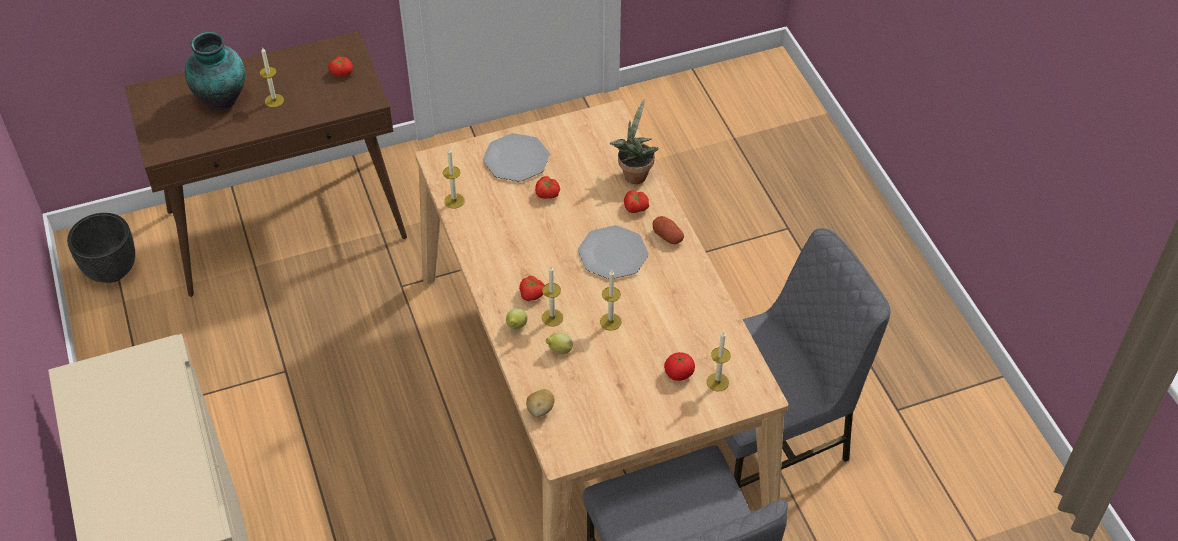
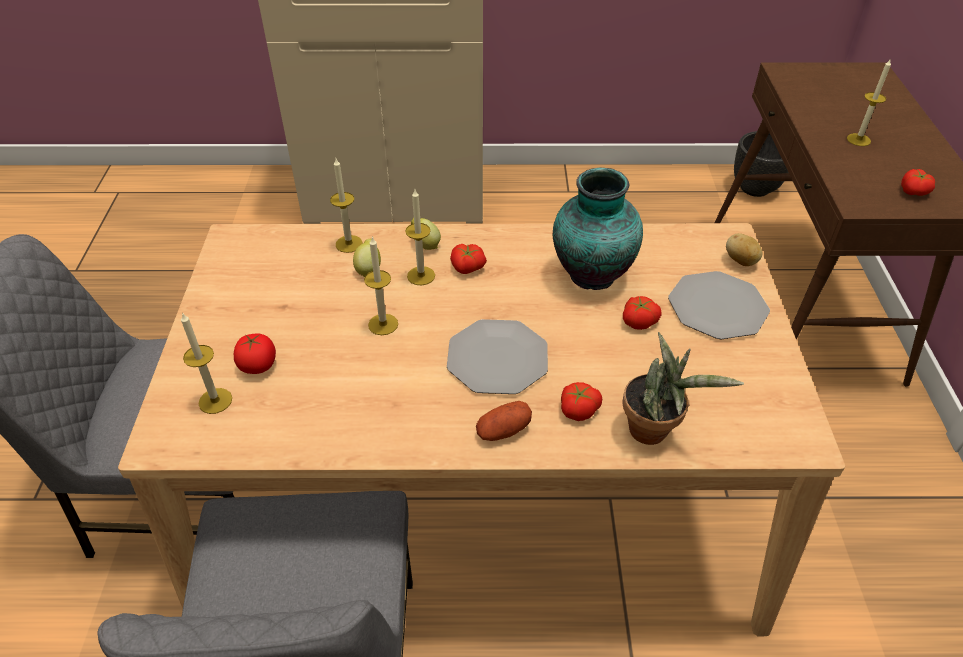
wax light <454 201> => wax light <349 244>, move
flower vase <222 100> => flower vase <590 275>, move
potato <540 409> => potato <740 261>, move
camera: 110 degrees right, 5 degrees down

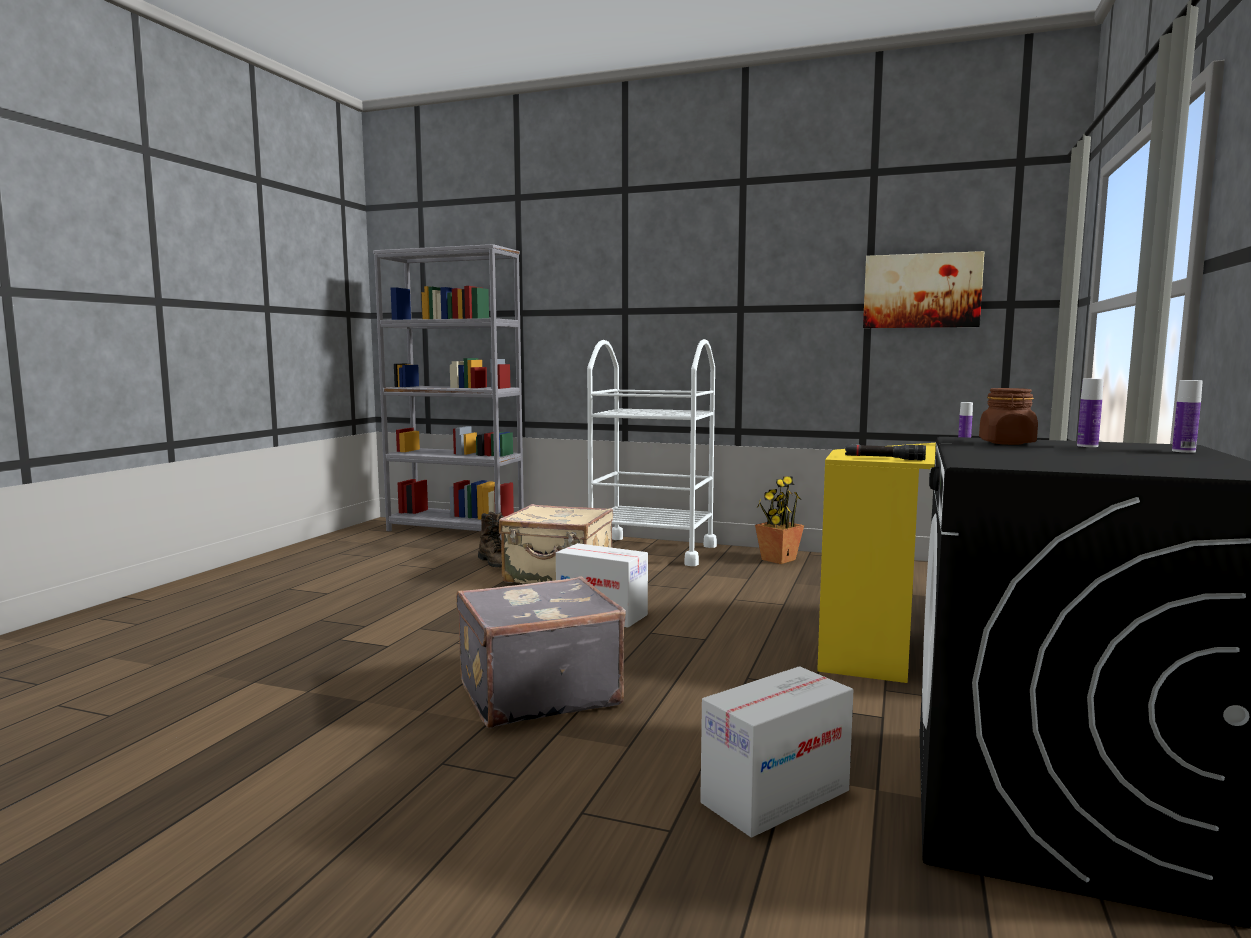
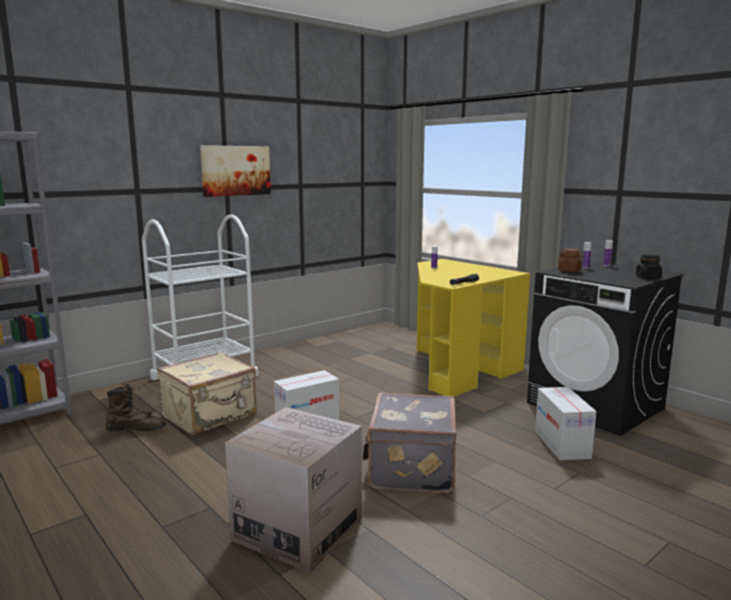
wall picture <921 291> => wall picture <235 170>, move
nothing => carton <298 529>
nothing => blackish preserve jar <648 277>
potted plant <778 559> => nothing
camera: 60 degrees left, 5 degrees up

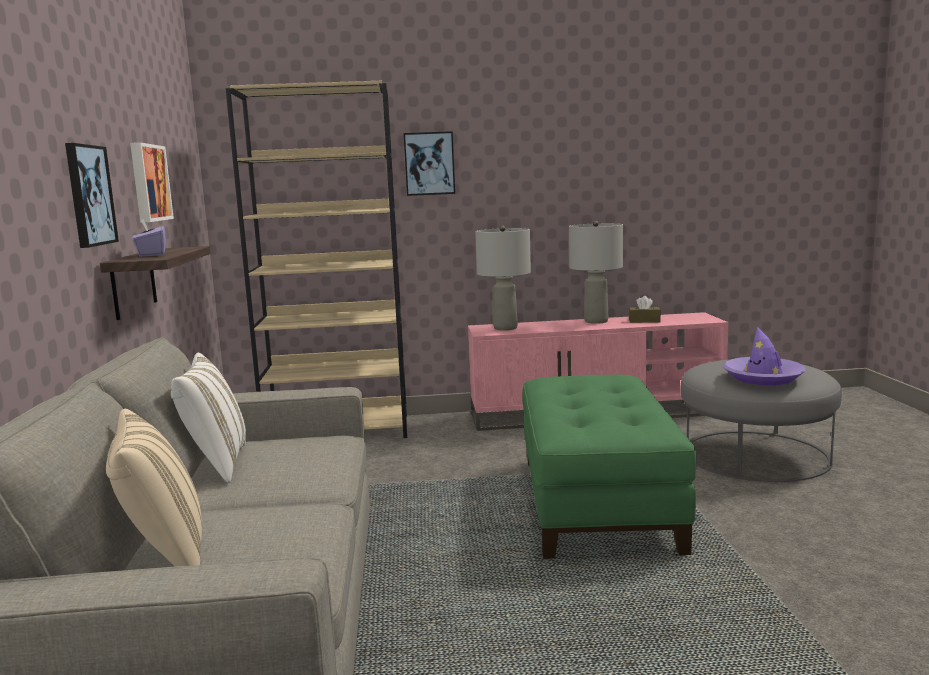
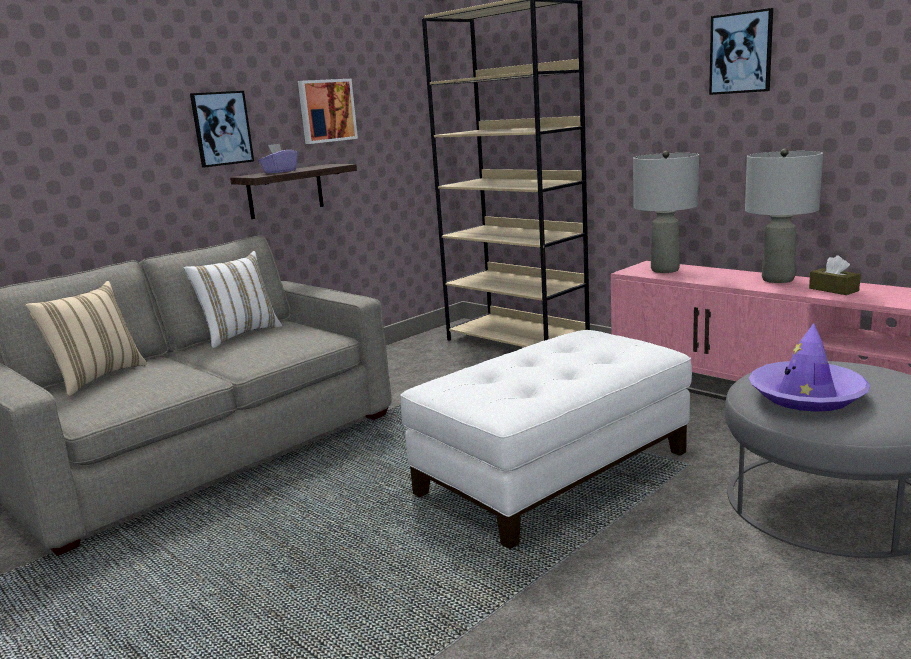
green ottoman <598 502> => white ottoman <554 473>
wall picture <429 163> => wall picture <741 53>, move
camera: 50 degrees right, 5 degrees up

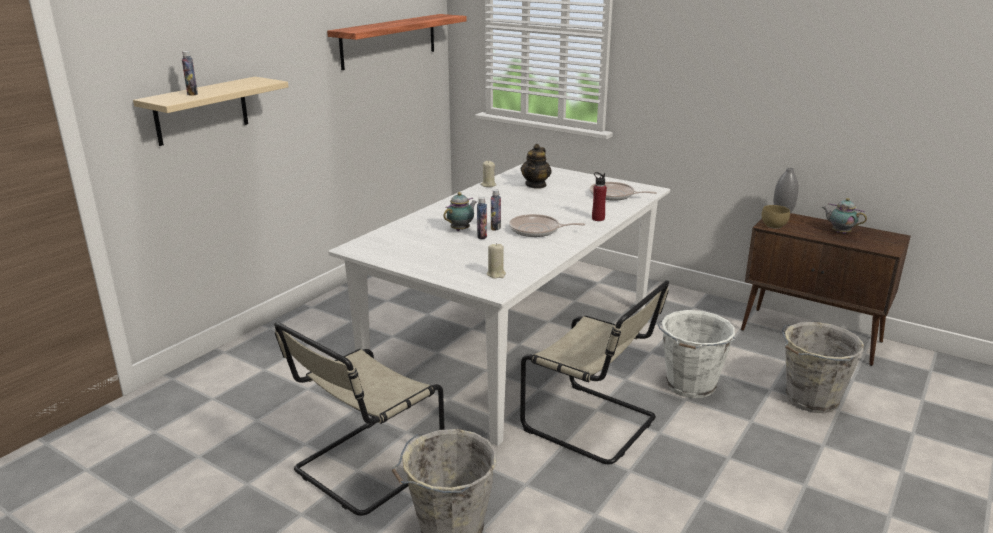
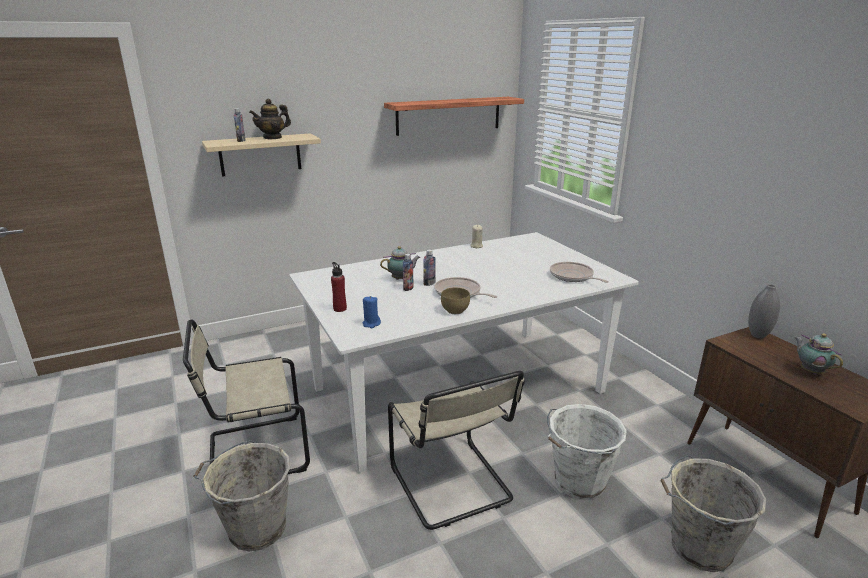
pot for tea <536 185> => pot for tea <272 137>, move
reddish bottle <598 219> => reddish bottle <340 309>, move
sand-coloured wax light <496 274> => blue wax light <371 324>
brown-coloured deep dish <772 226> => brown-coloured deep dish <454 310>, move
camera: 30 degrees right, 0 degrees up

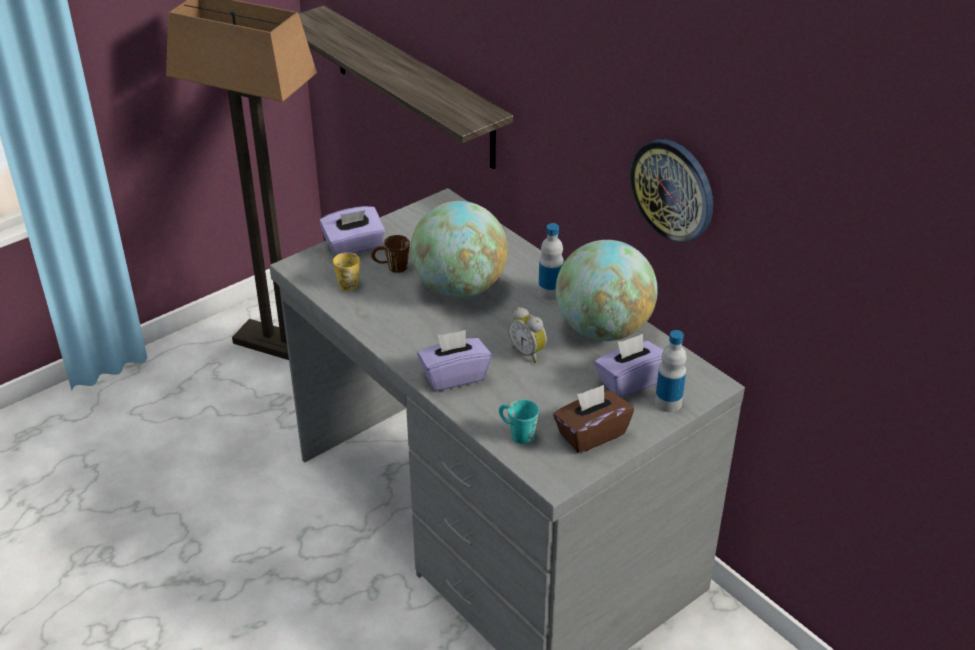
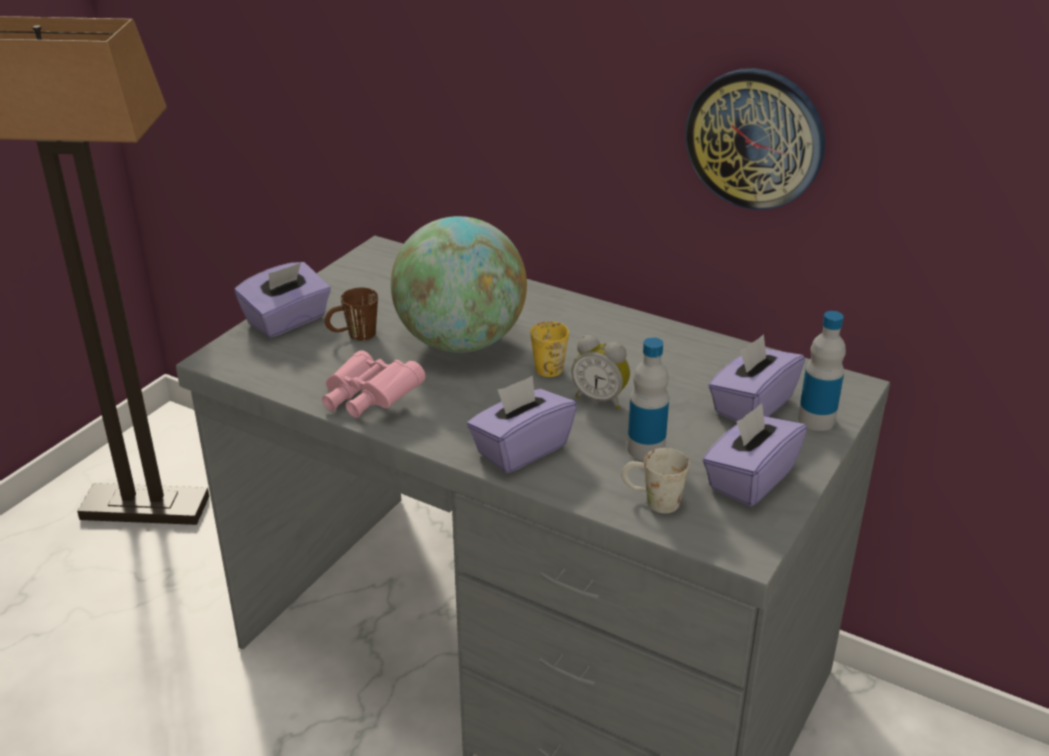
nothing => pinkish binoculars <368 401>
yellow tea mug <350 281> => yellow tea mug <547 364>, move
turquoise-coloured tea mug <516 433> => white tea mug <652 501>
bottle <550 292> => bottle <646 449>, move
brown-coloured tissue box <591 434> => purple tissue box <749 479>
wall shelf <412 87> => nothing
world globe <603 330> => nothing
camera: 20 degrees left, 5 degrees down

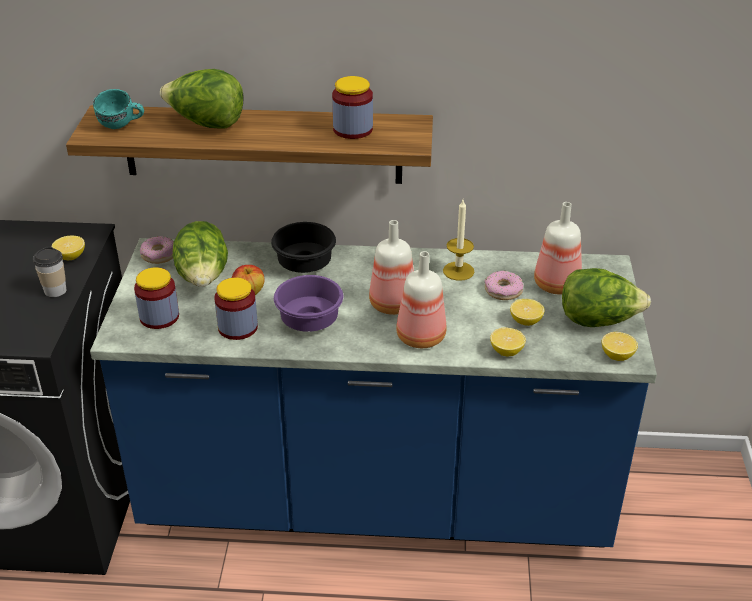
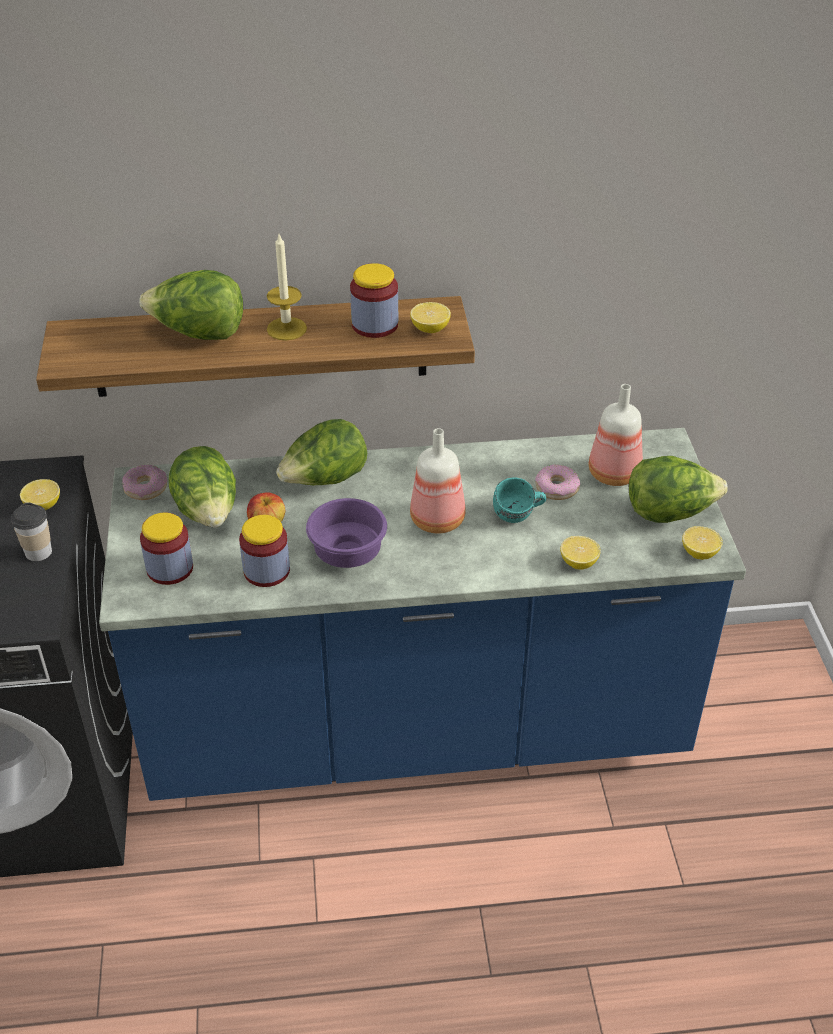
wax light <458 271> => wax light <286 329>, move
blackish deep dish <307 264> => head of lettuce <325 480>
citrus fruit <525 321> => citrus fruit <430 329>, move
turquoise-coloured tea mug <121 126> => turquoise-coloured tea mug <519 516>, move
bottle <419 337> => nothing
camera: 10 degrees left, 5 degrees up

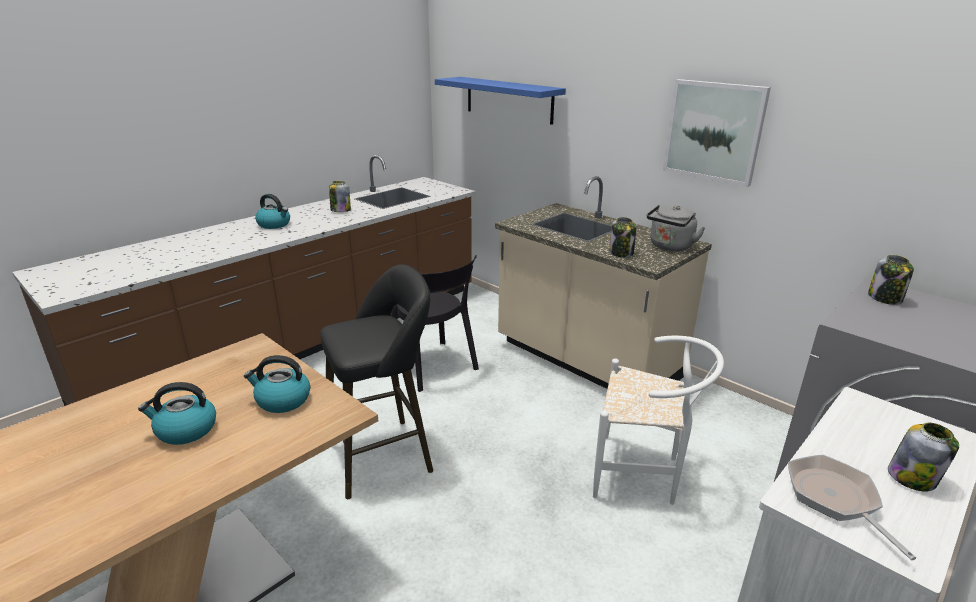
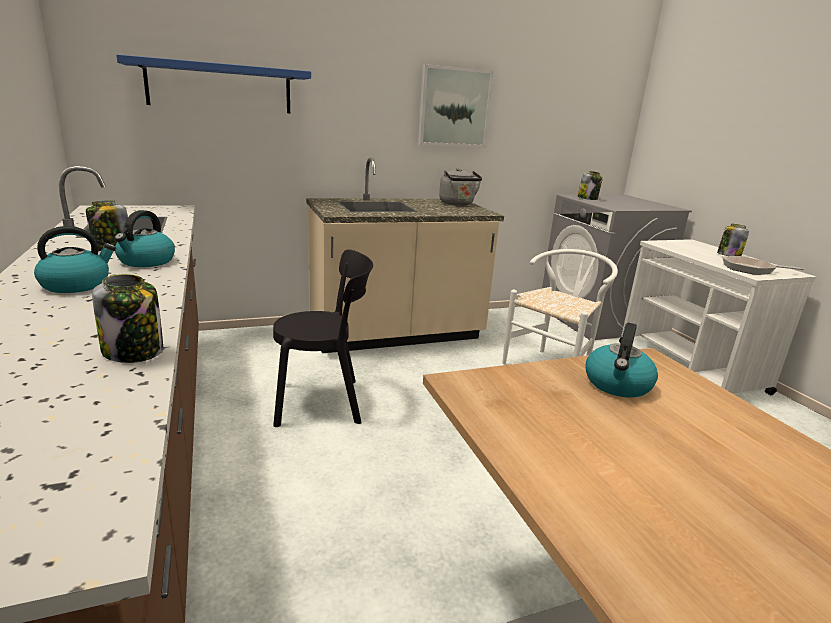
preserve jar <621 253> => preserve jar <134 351>, move
water kettle <185 430> => water kettle <146 261>, move
blackish stool <384 455> => nothing
camera: 65 degrees left, 5 degrees down

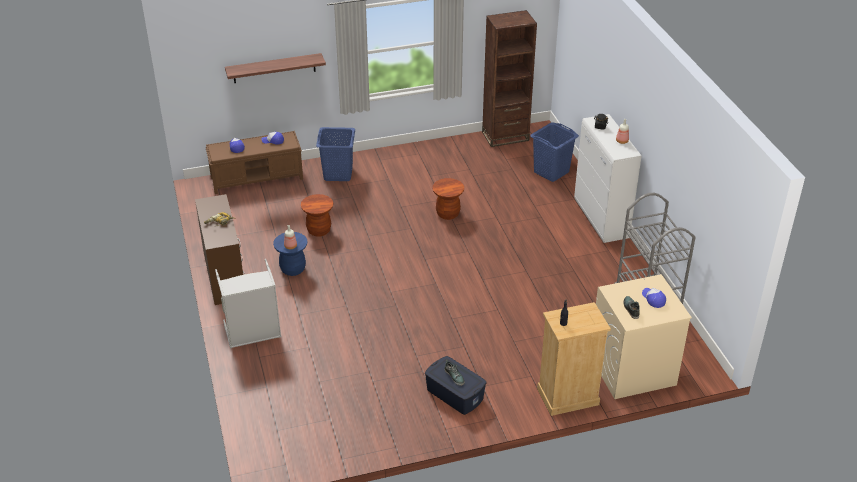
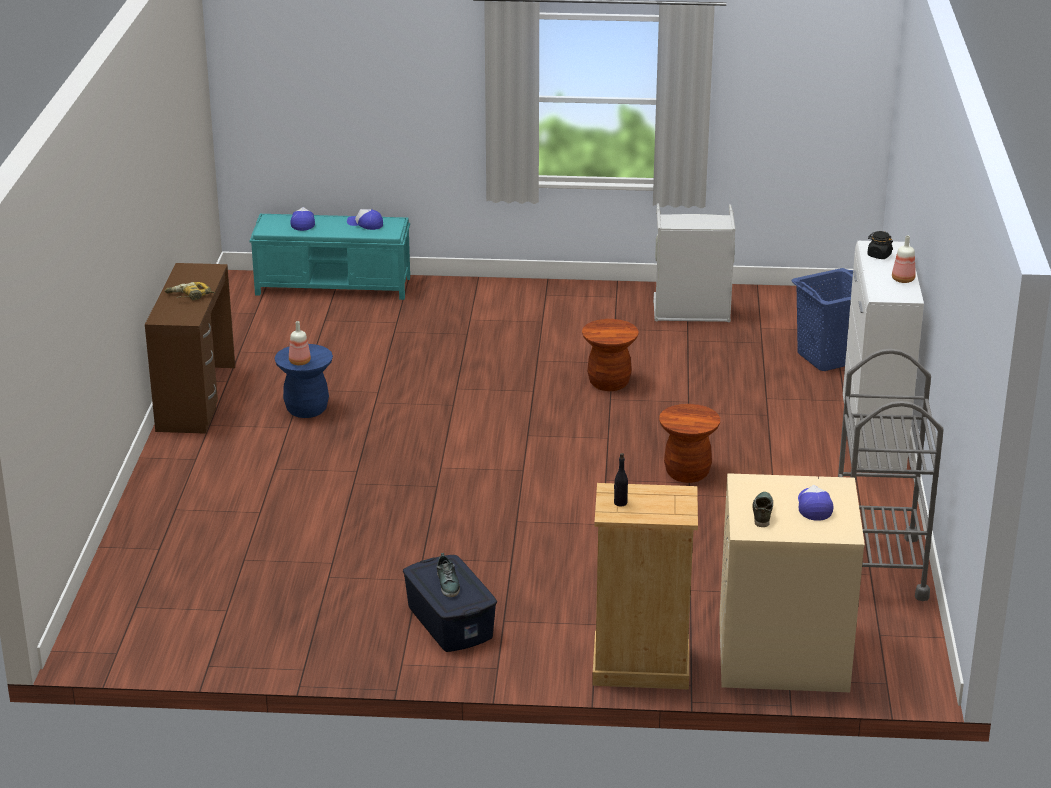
brown-coloured long seat <257 178> => turquoise-coloured long seat <334 286>
greyish washing basket <253 333> => greyish washing basket <691 313>, move
brown-coloured stool <319 230> => brown-coloured stool <687 473>, move
wall shelf <274 68> => nothing
blue washing basket <338 173> => nothing
brown-coloured shelving unit <505 136> => nothing
camera: 20 degrees right, 10 degrees down

